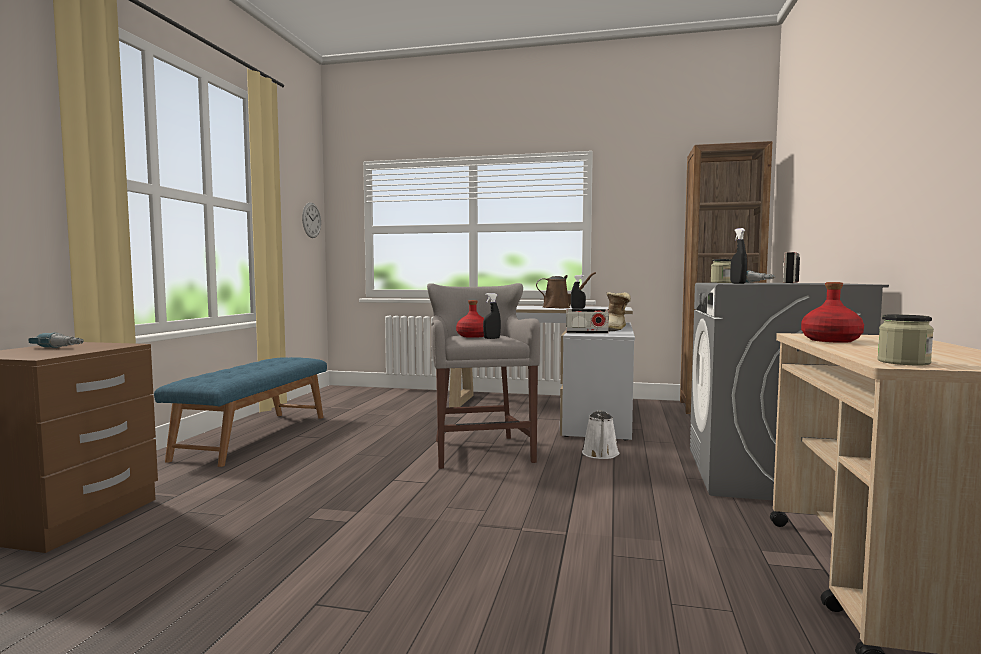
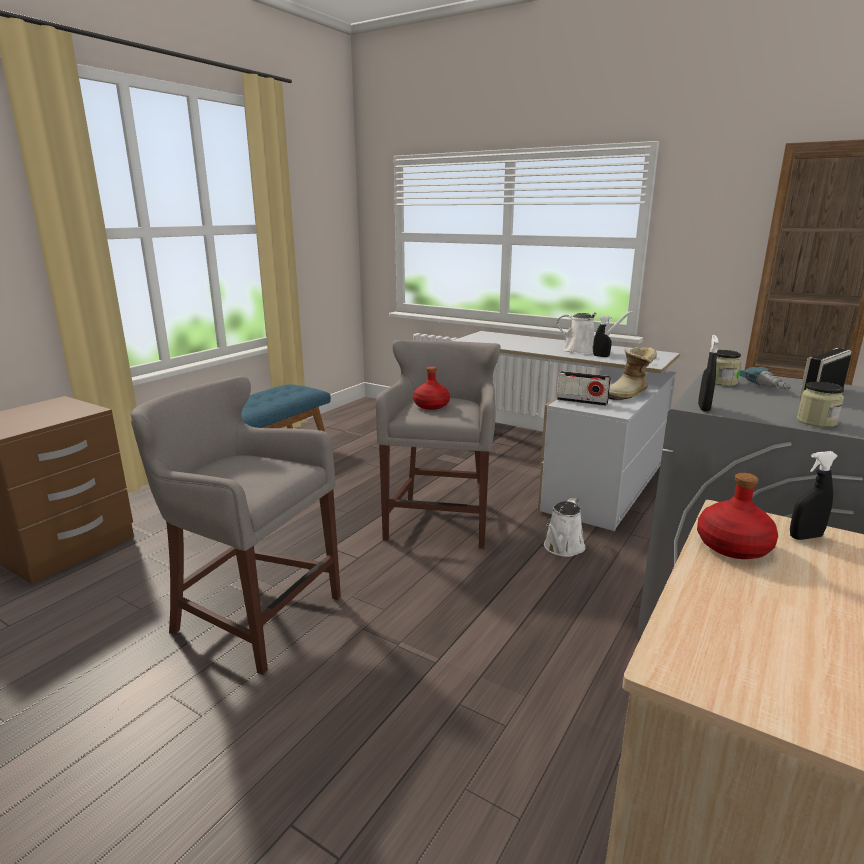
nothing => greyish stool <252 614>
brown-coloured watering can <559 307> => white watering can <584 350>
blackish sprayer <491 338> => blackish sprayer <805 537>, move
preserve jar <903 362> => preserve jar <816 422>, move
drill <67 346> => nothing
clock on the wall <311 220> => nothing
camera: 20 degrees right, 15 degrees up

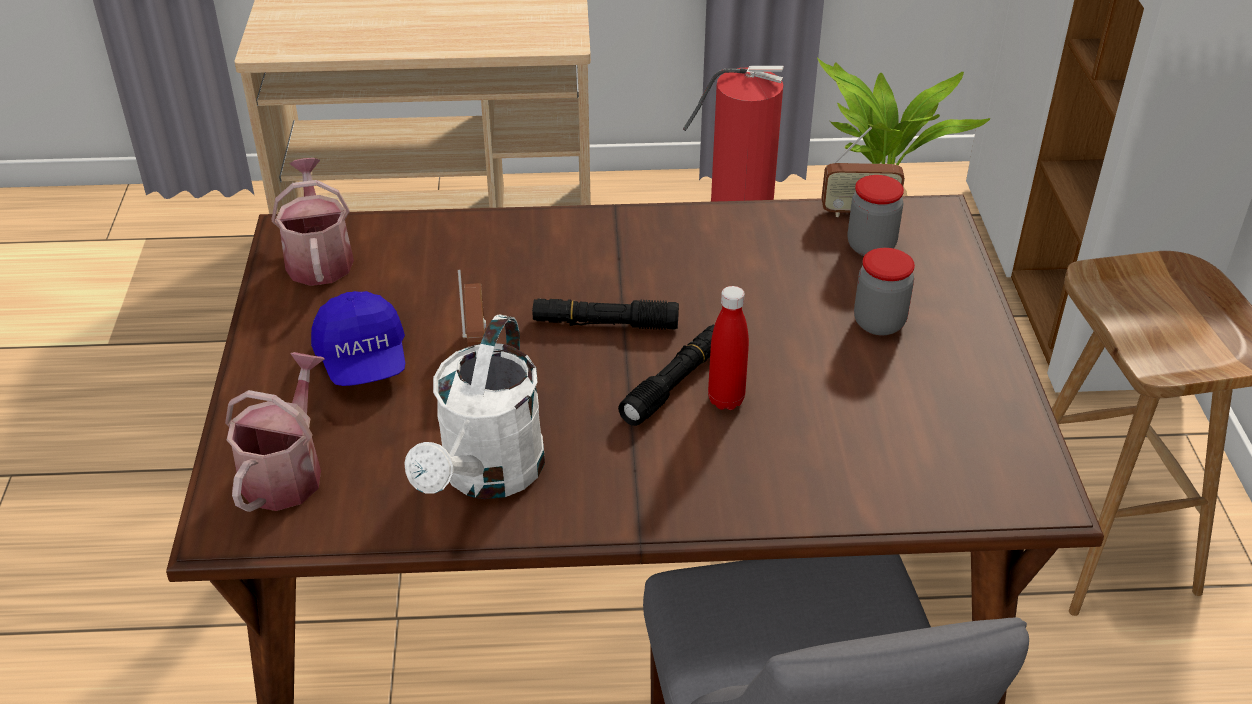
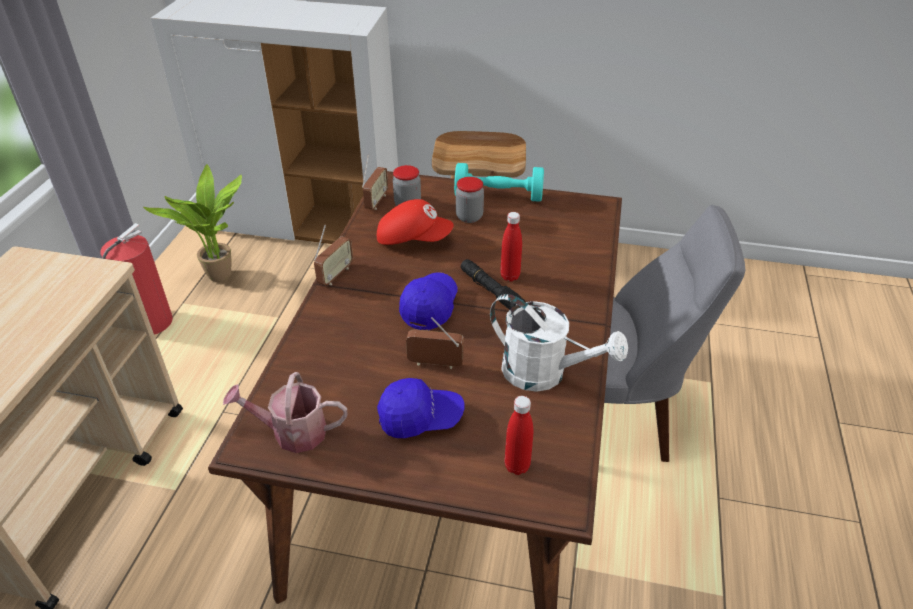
nothing => radio <335 275>
nothing => reddish baseball cap <413 239>
blackish torch <605 324> => blue baseball cap <429 307>
nothing => turquoise-coloured free weight <498 196>
watering can <286 471> => reddish bottle <517 466>
camera: 75 degrees left, 0 degrees up

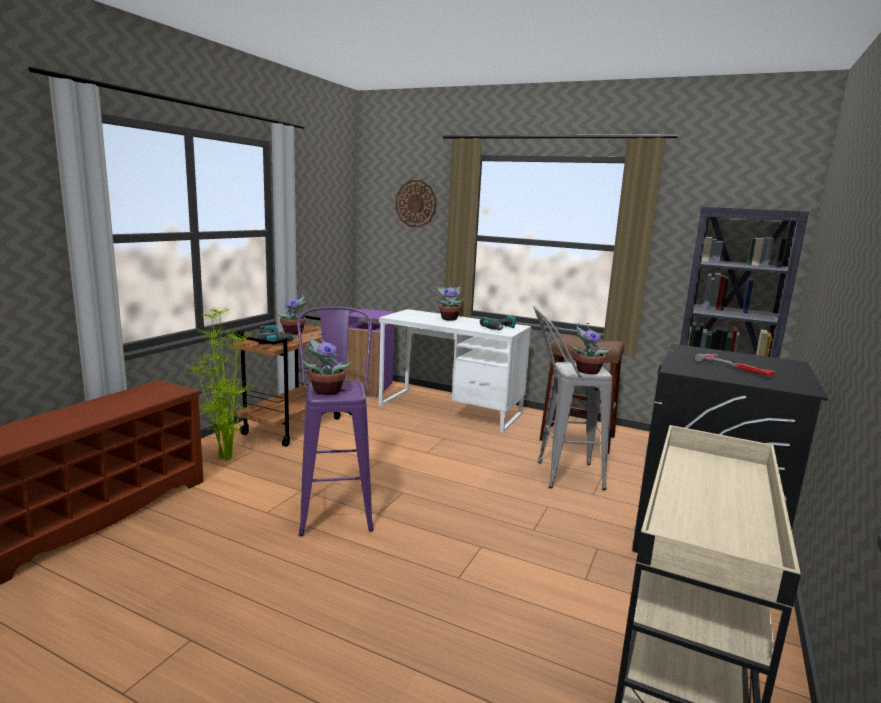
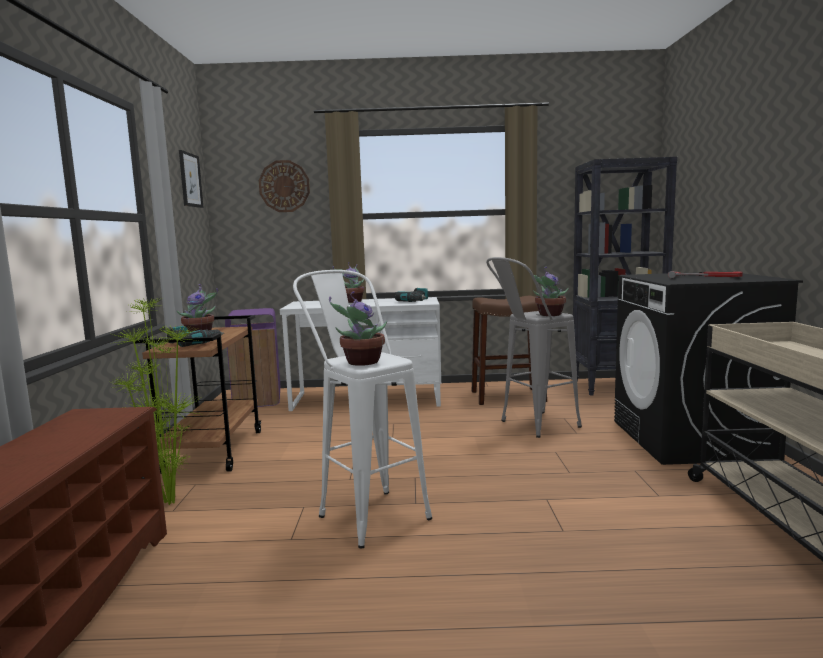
nothing => wall picture <190 180>
purple stool <335 508> => white stool <365 511>
camera: 25 degrees left, 5 degrees down

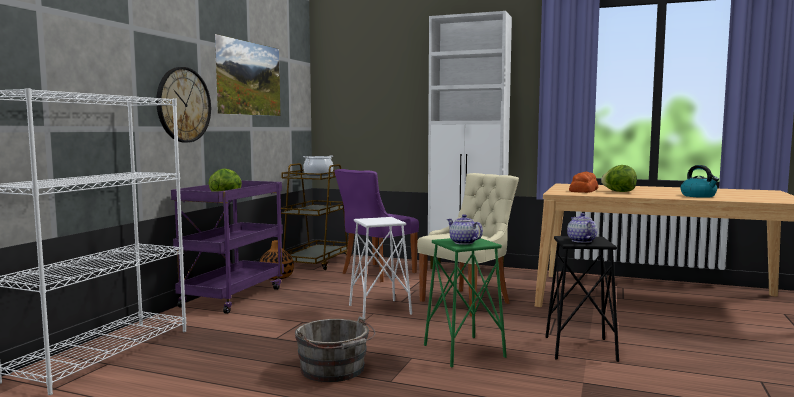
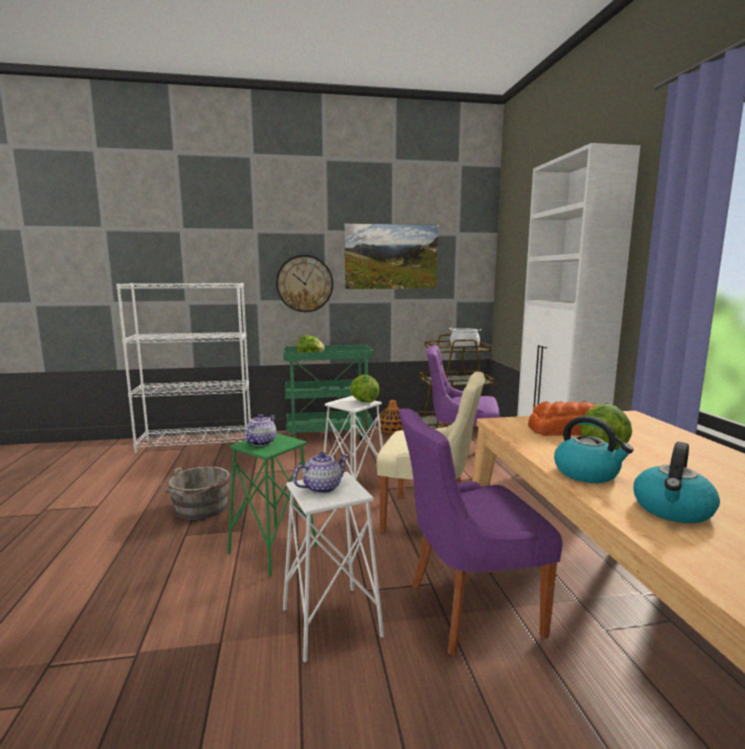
purple trolley <233 296> => green trolley <329 435>
blackish stool <580 348> => white stool <331 622>
nothing => head of lettuce <363 401>
nothing => purple chair <468 608>
nothing => water kettle <587 473>
camera: 60 degrees right, 5 degrees up

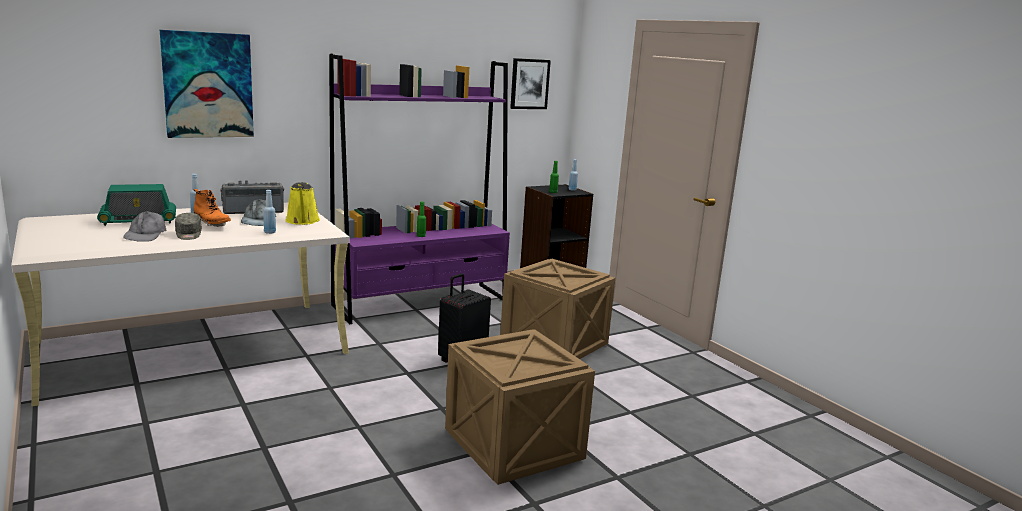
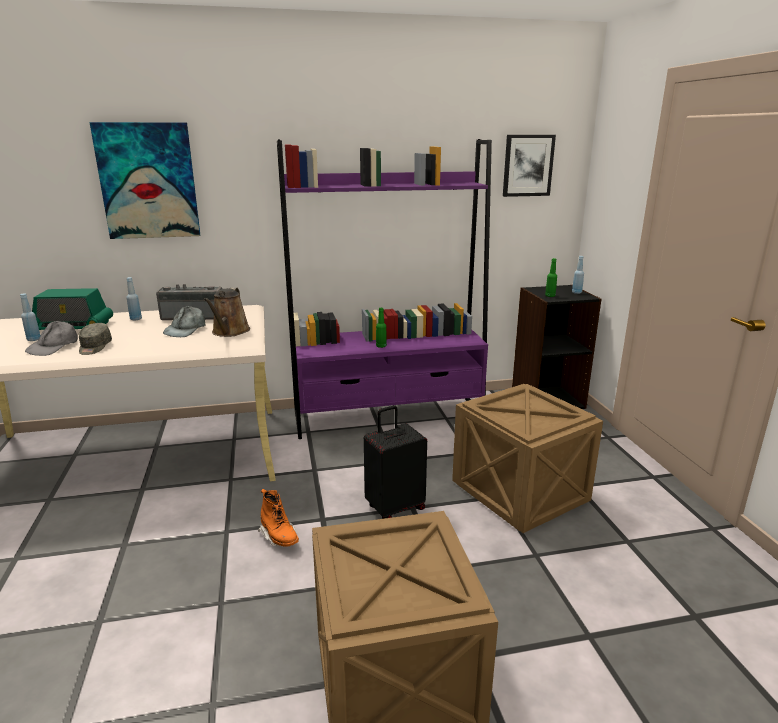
blue bottle <269 232> => blue bottle <33 339>, move
yellow watering can <302 221> => brown-coloured watering can <229 332>
orange boot <212 225> => orange boot <279 537>, move
camera: 20 degrees right, 5 degrees up

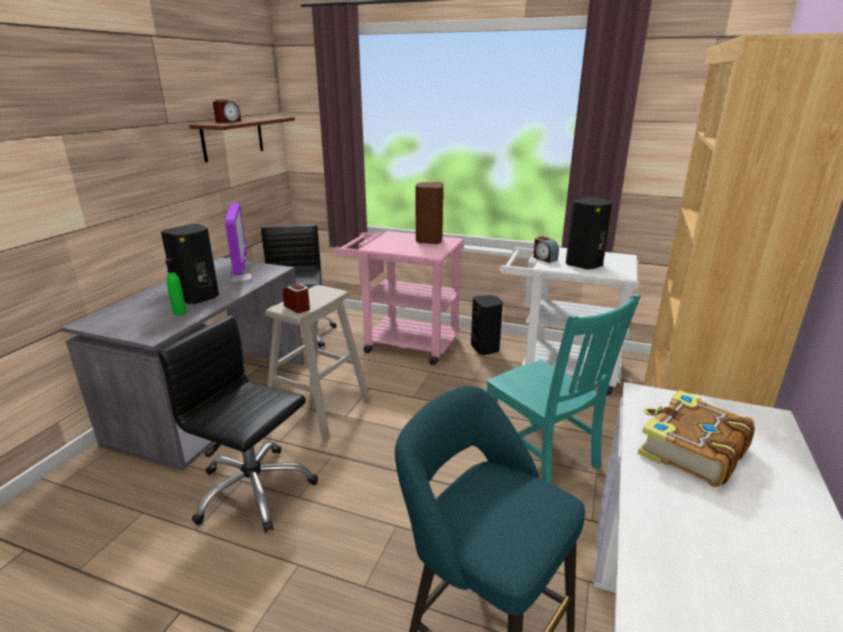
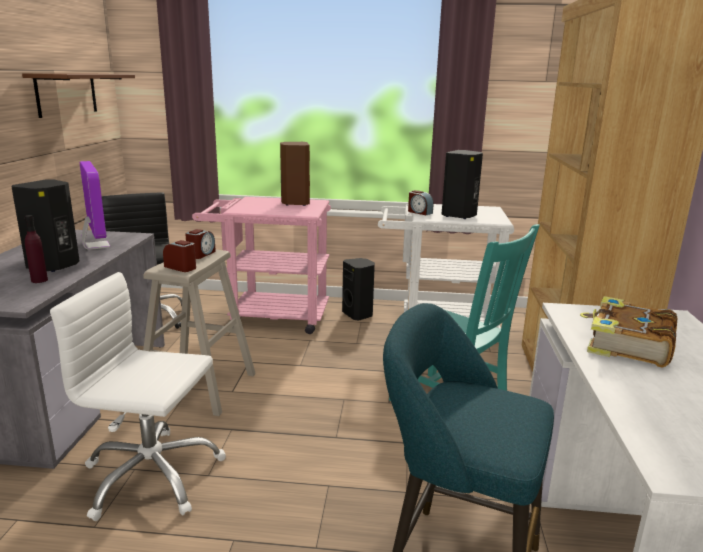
green bottle <179 312> => purple bottle <39 280>
blackish desk chair <253 490> => white desk chair <152 476>
table clock <228 122> => table clock <201 254>, move
camera: 15 degrees left, 5 degrees down

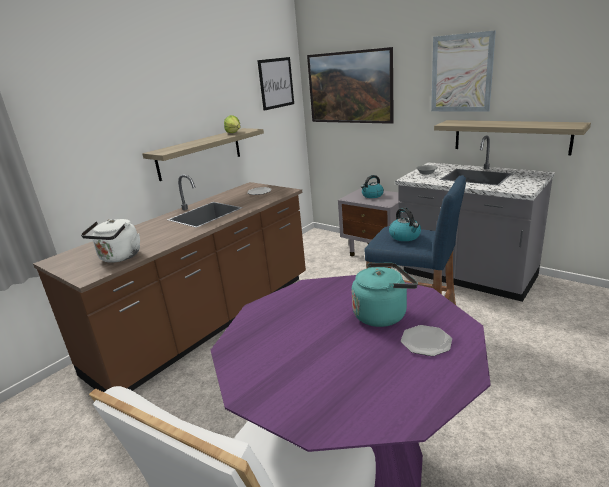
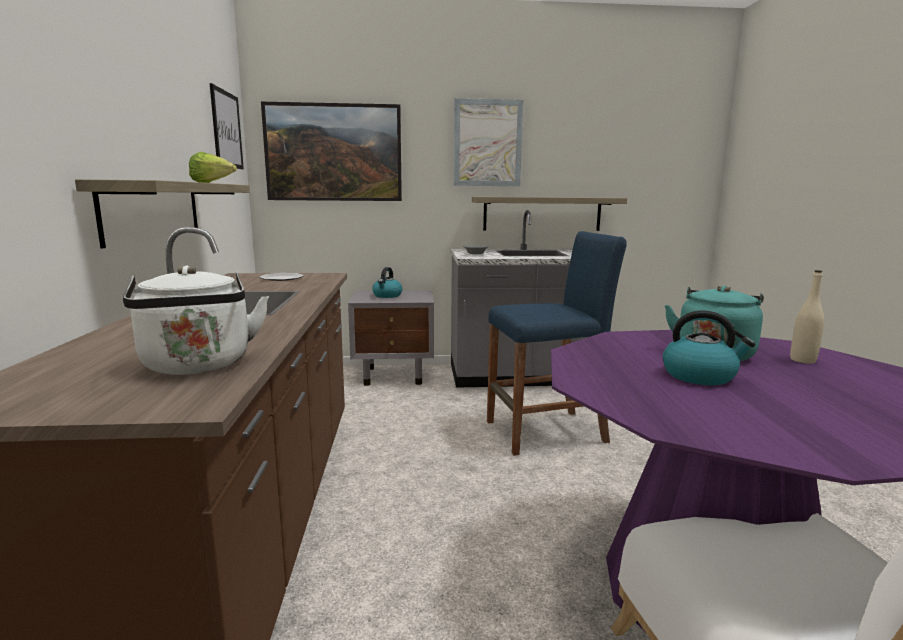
water kettle <405 236> => water kettle <700 376>, move
flat dish <426 342> => sand-coloured bottle <802 360>
camera: 45 degrees left, 10 degrees down

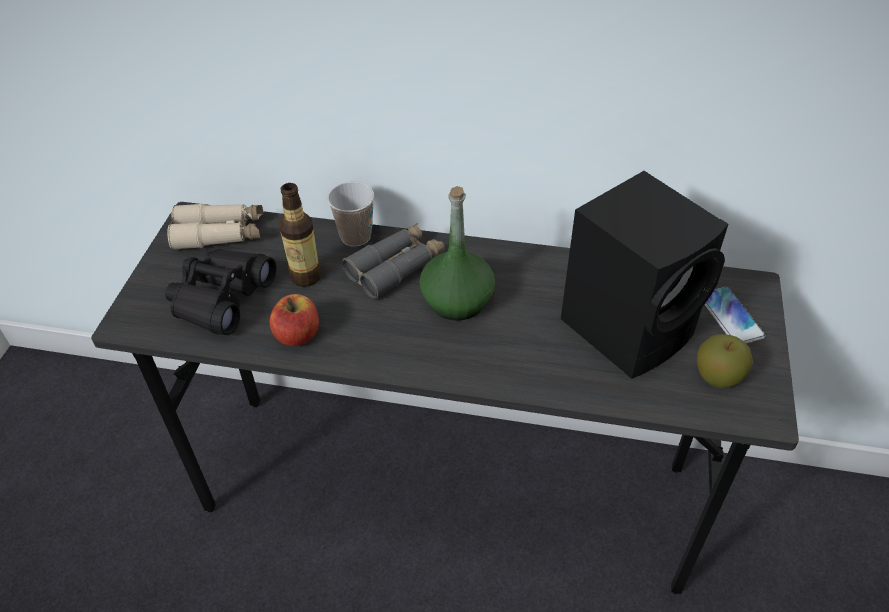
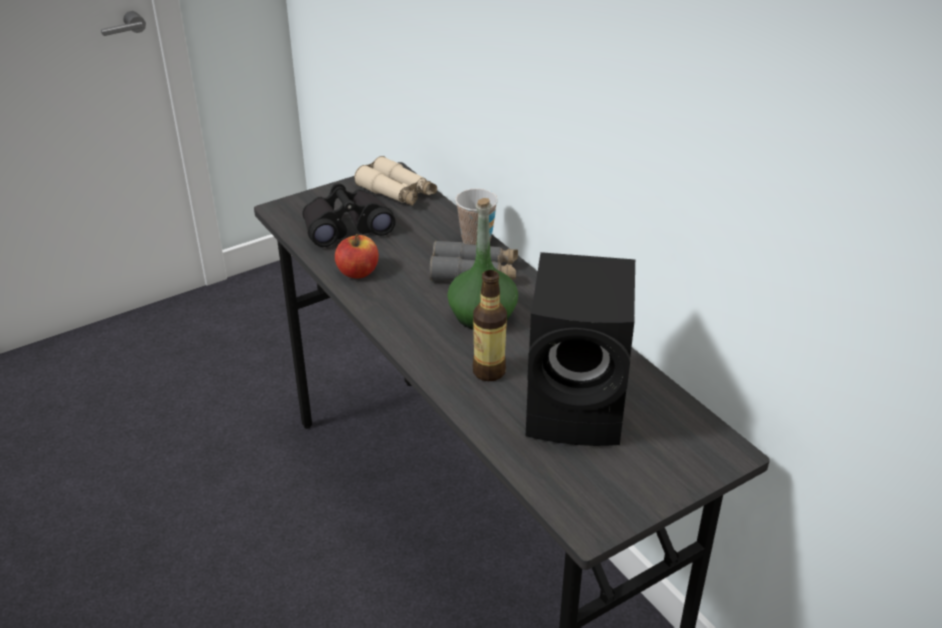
bottle <306 276> => bottle <489 371>, move
apple <717 377> => nothing
telephone <730 317> => nothing
camera: 45 degrees right, 10 degrees down

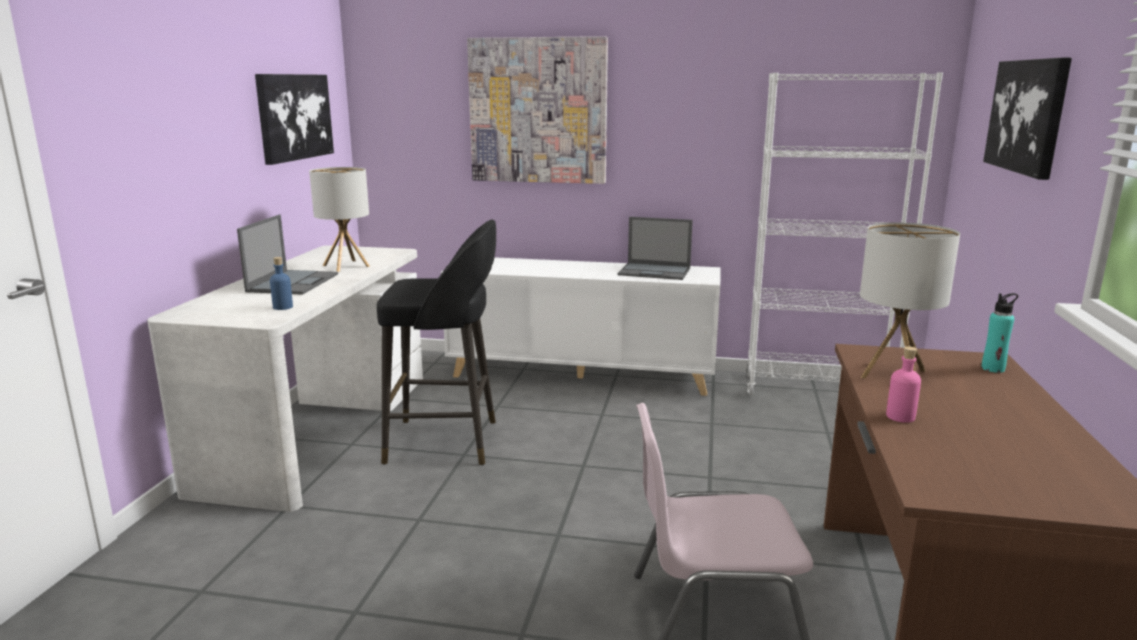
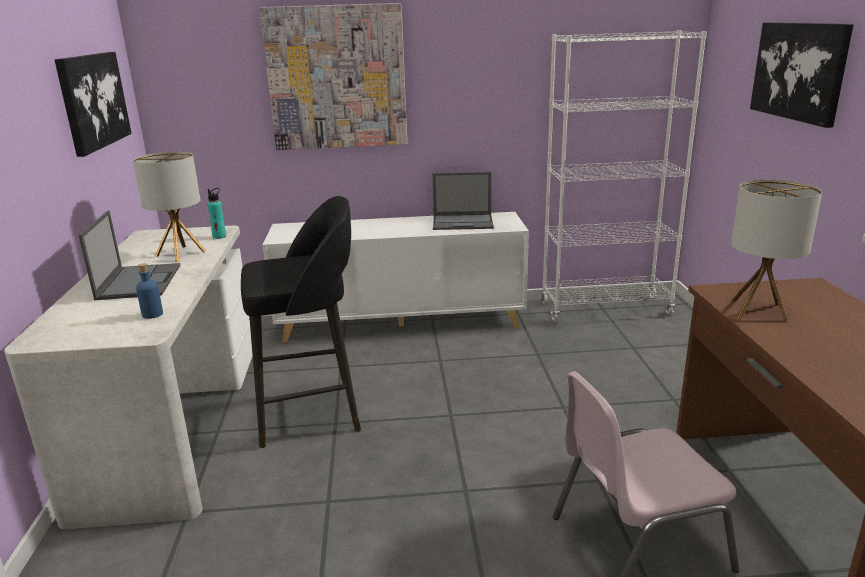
turquoise-coloured bottle <993 368> => turquoise-coloured bottle <219 236>, move
pinkish bottle <900 416> => nothing
camera: 15 degrees left, 5 degrees up

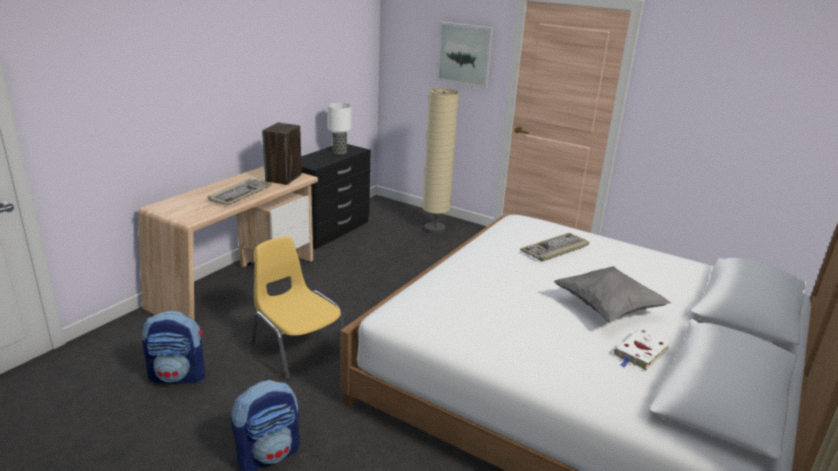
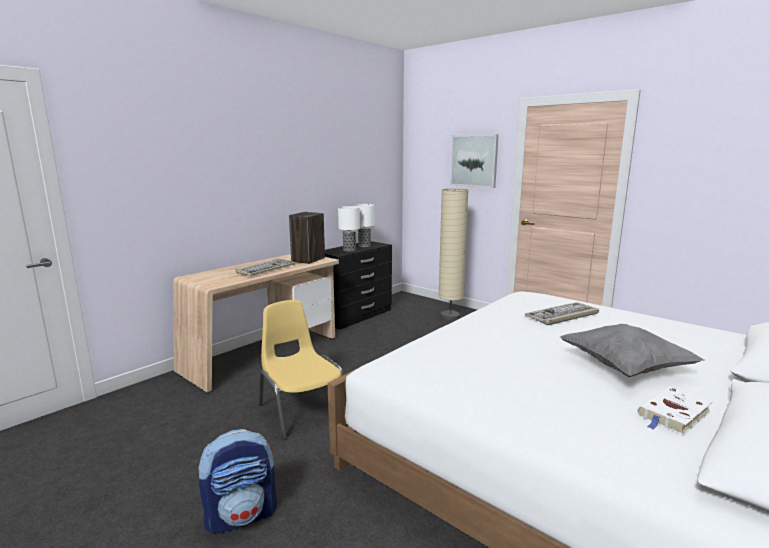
nothing => lamp for a table <349 250>
knapsack <179 376> => nothing
camera: 10 degrees right, 10 degrees down

